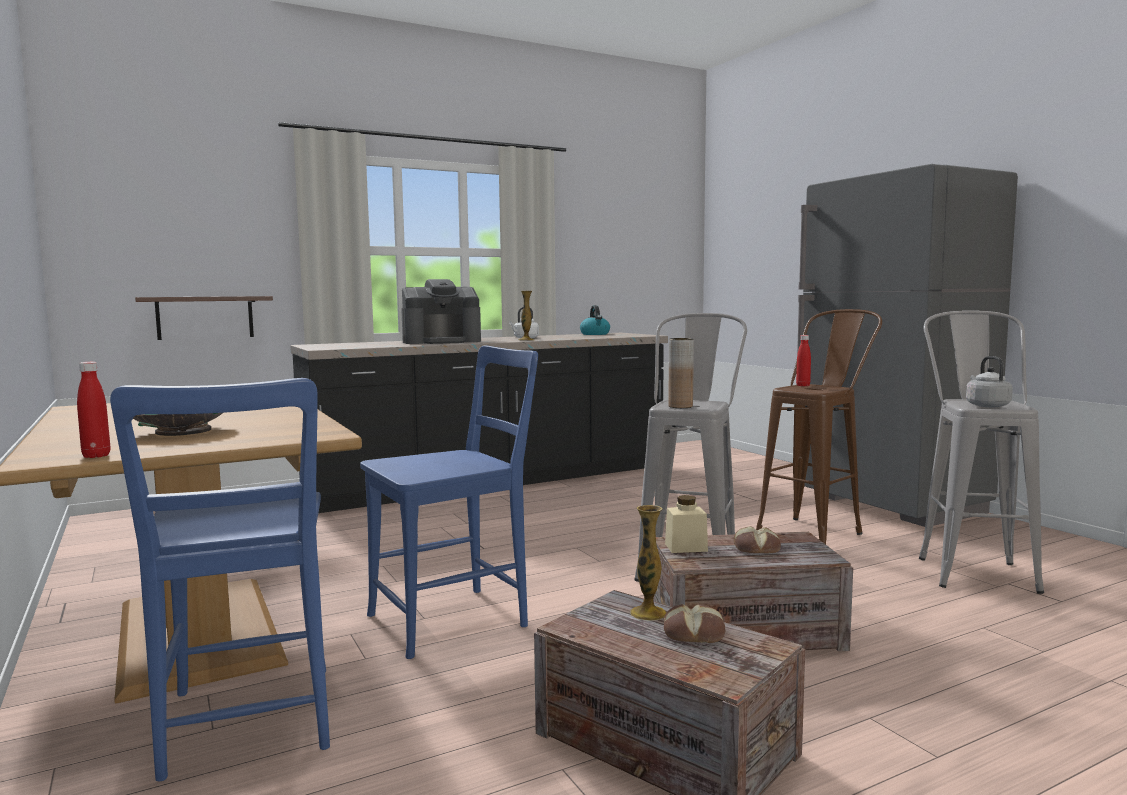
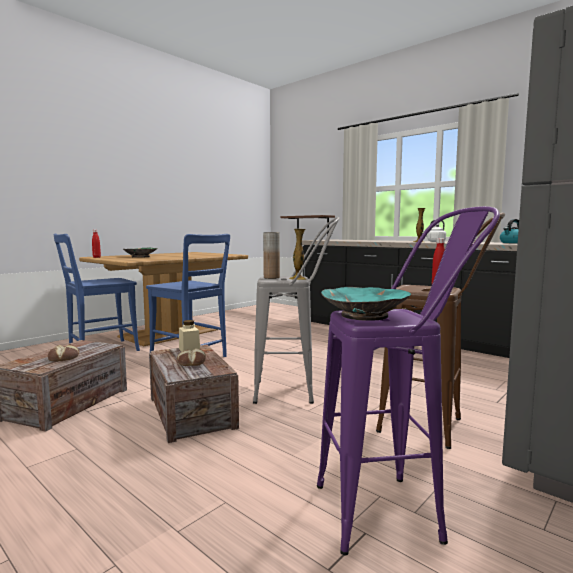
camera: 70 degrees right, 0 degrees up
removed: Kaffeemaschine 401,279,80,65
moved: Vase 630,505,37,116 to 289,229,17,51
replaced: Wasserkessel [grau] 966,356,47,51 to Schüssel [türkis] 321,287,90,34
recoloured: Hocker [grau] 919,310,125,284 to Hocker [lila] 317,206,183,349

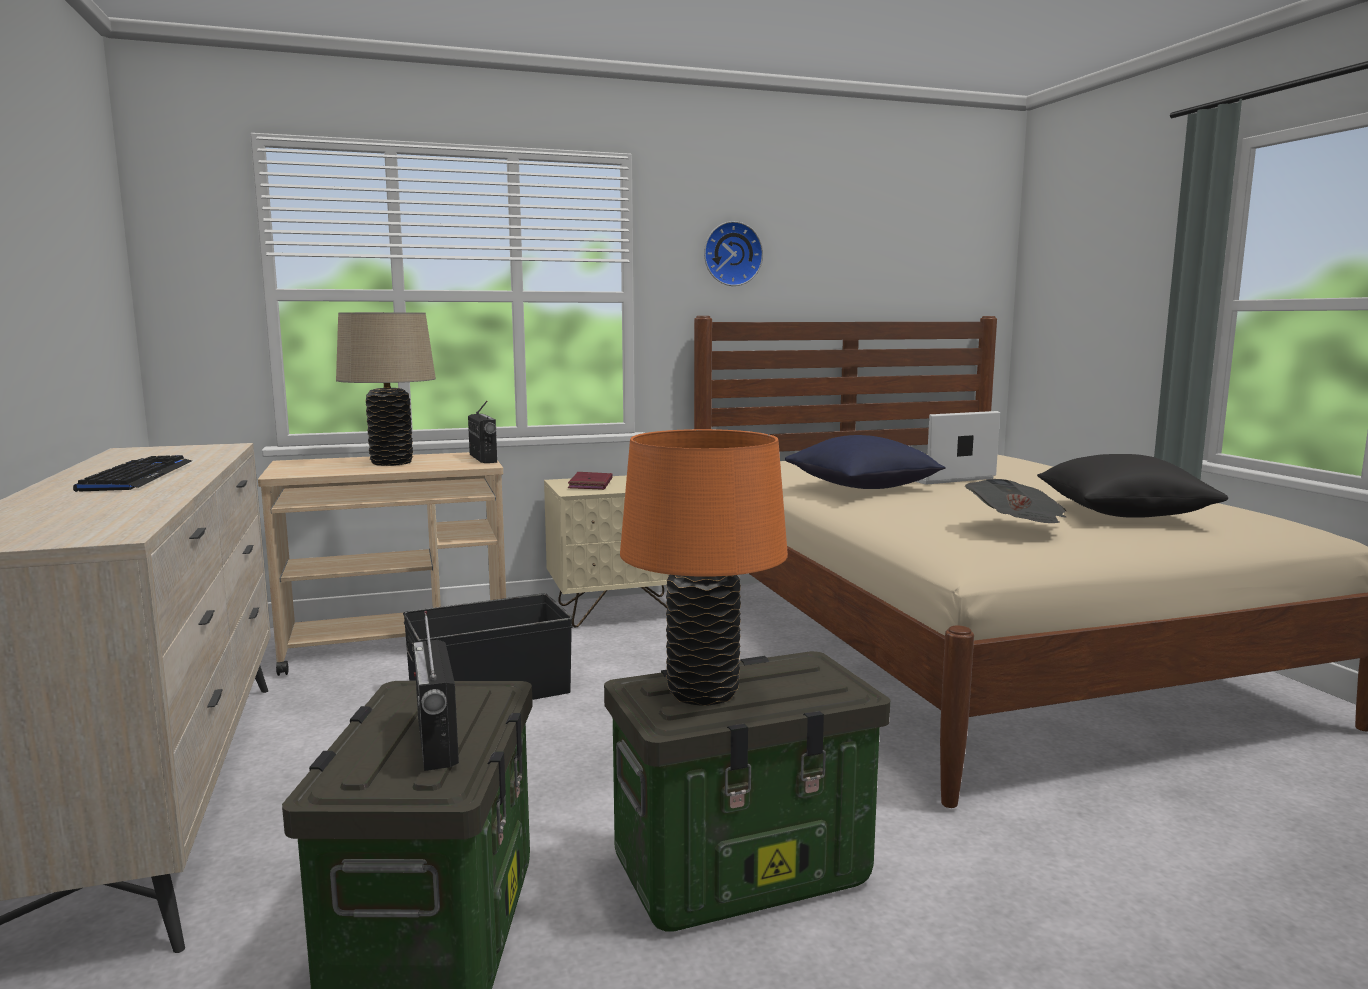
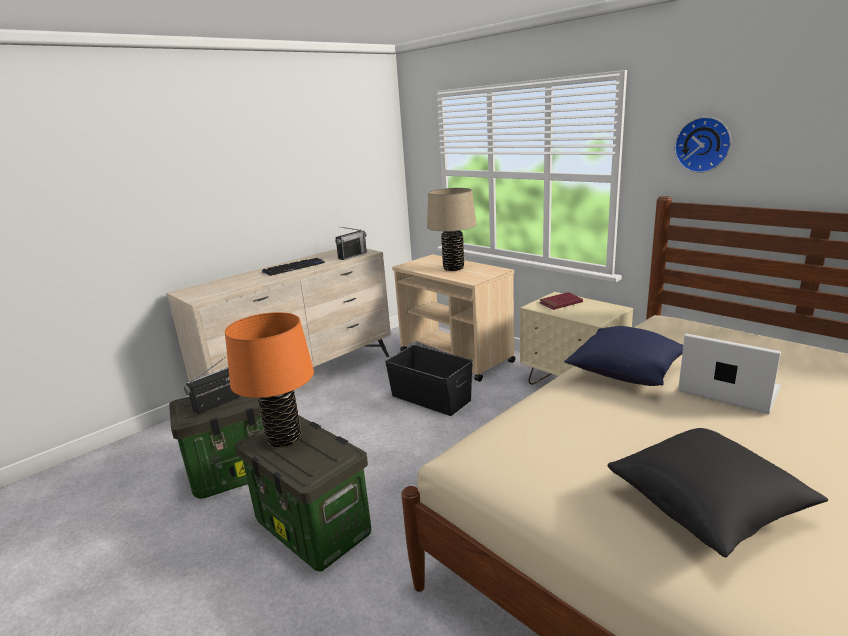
camera: 65 degrees right, 10 degrees up
removed: Zeitung 965,479,101,44
moved: Radio 468,401,29,62 to 335,227,32,33

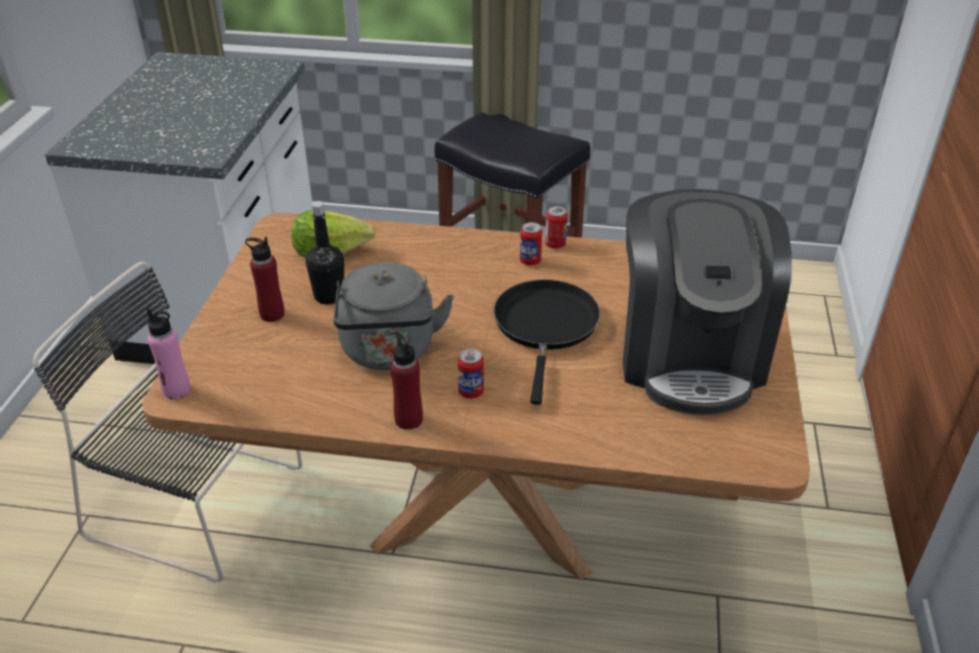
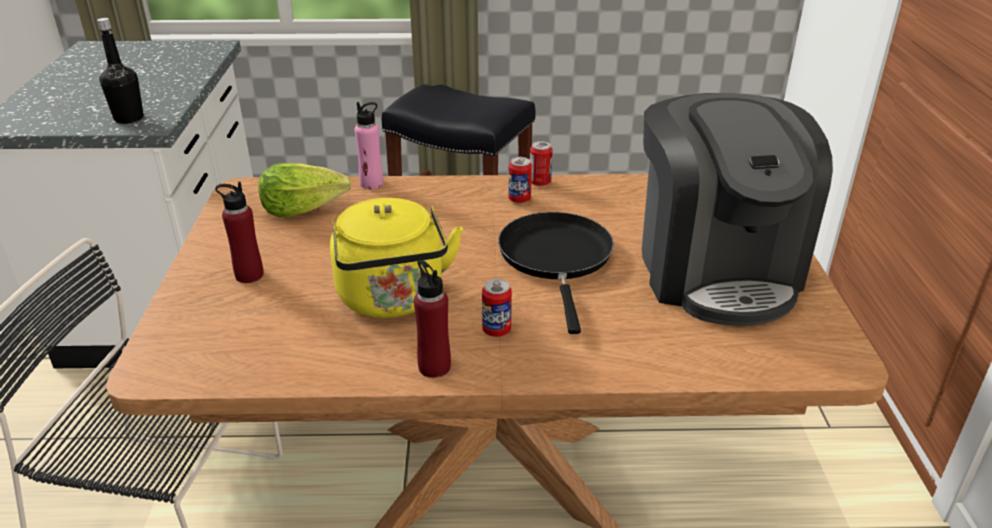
camera: 10 degrees left, 5 degrees down
moved: Flasche [rosa] 147,309,44,90 to 355,102,28,87; Flasche [schwarz] 306,201,38,103 to 97,18,47,106
recoloured: Wasserkessel [grau] 334,262,120,108 to Wasserkessel [gelb] 330,198,133,120

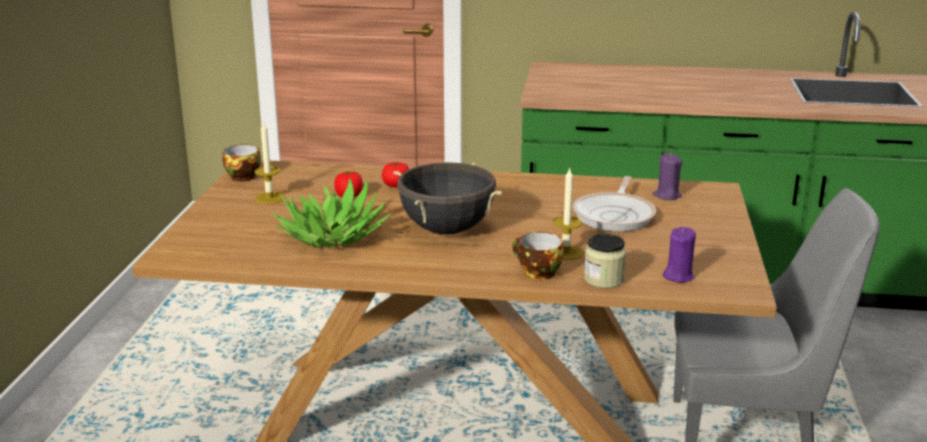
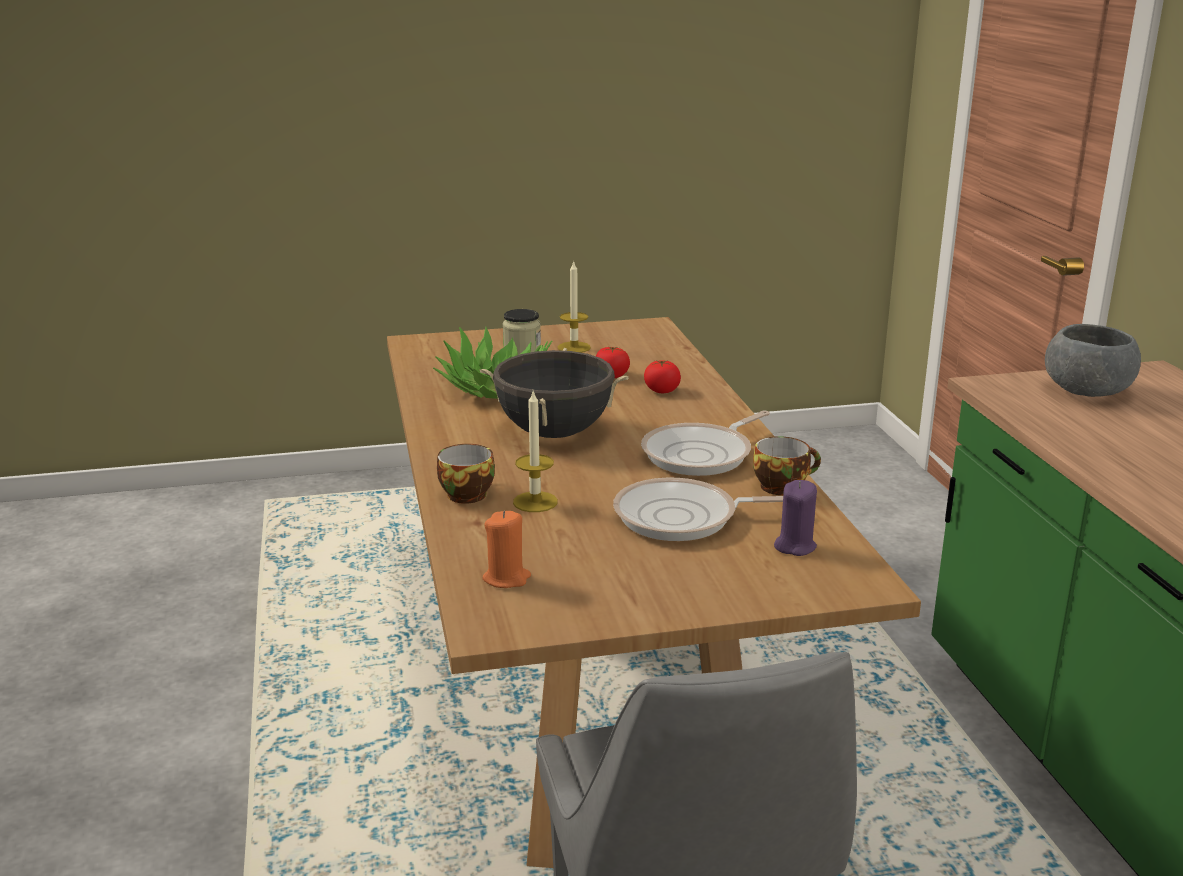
camera: 70 degrees right, 0 degrees up
added: Pfanne 641,411,129,65; Schüssel [grau] 1045,324,96,73
moved: Tasse 223,144,38,38 to 753,436,68,59; Vorratsglas 584,234,42,54 to 503,309,38,46
recoloured: Kerze [lila] 663,227,33,56 to Kerze [orange] 483,511,48,77

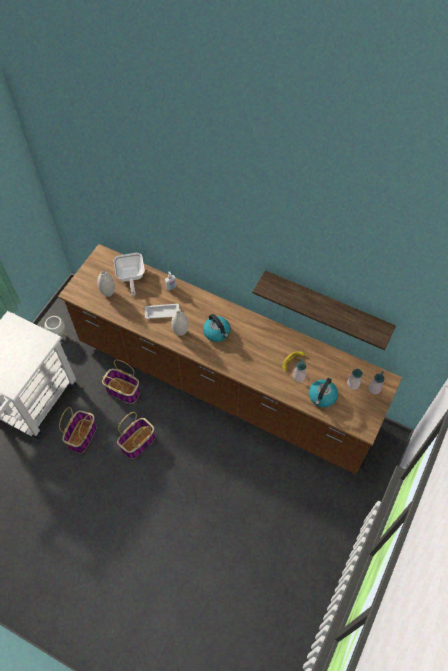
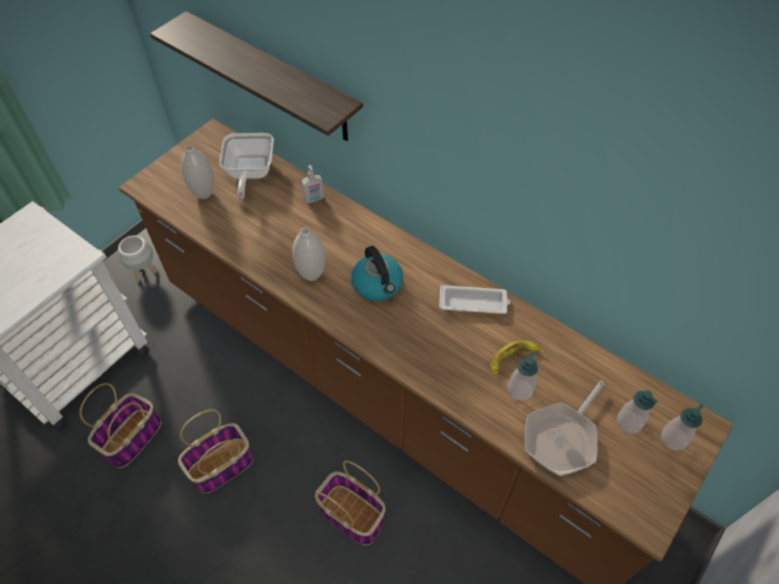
camera: 10 degrees right, 5 degrees down
moved: Korb 102,359,38,45 to 315,460,70,86; Tablett [weiß] 145,304,36,15 to 439,285,71,29; Wandregal 252,270,144,80 to 150,11,213,130
replaced: Wasserkessel 309,378,29,29 to Pfanne 525,381,80,95

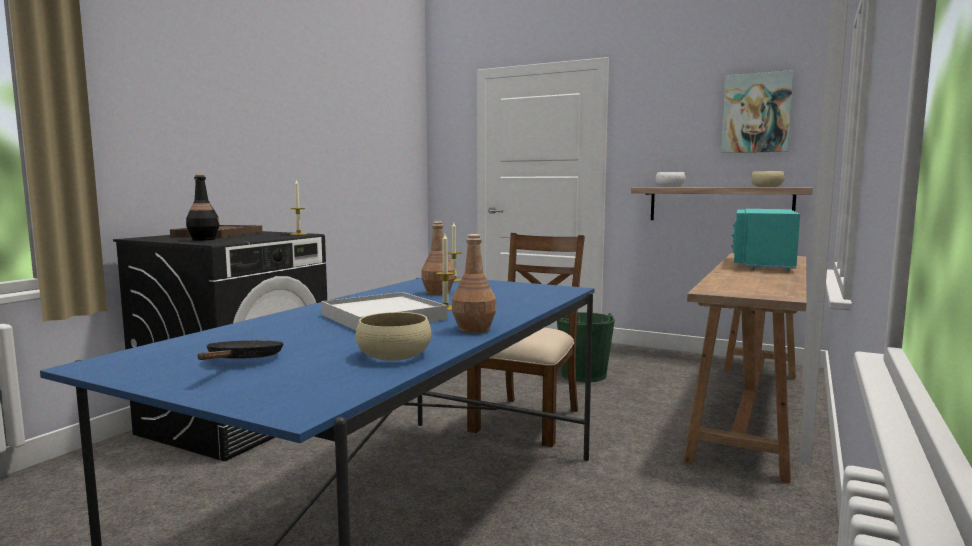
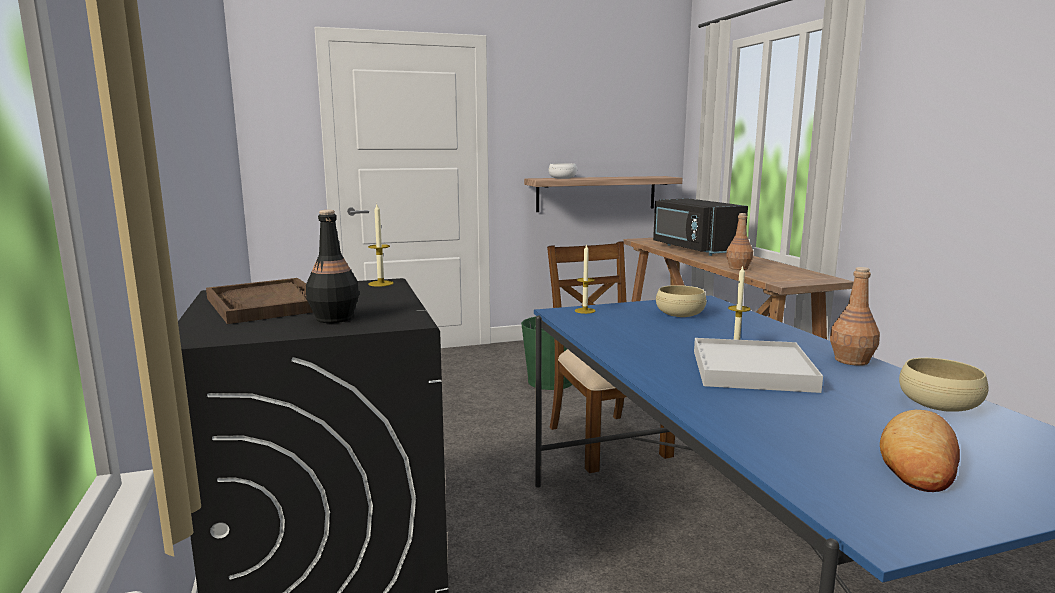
camera: 45 degrees left, 5 degrees up
removed: Bild 721,70,73,83
moved: Flasche [braun] 421,221,34,74 to 726,213,27,57; Schüssel [beige] 751,171,34,16 to 656,285,50,32
replaced: Pfanne [schwarz] 197,340,87,20 to Brot 880,410,80,82
recoloured: Mikrowelle [türkis] 731,209,69,62 to Mikrowelle [schwarz] 653,198,95,58

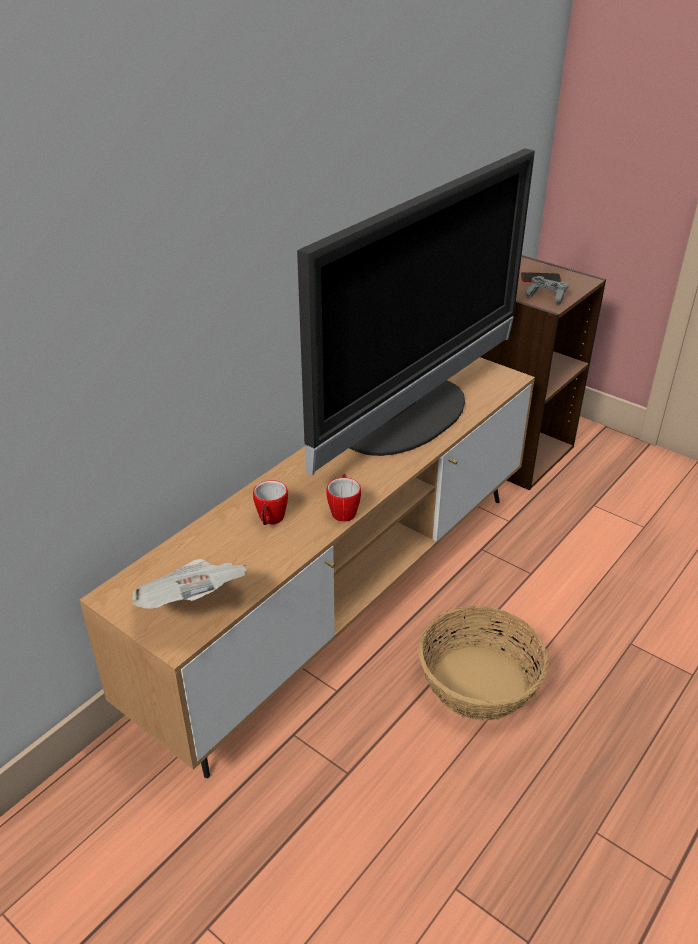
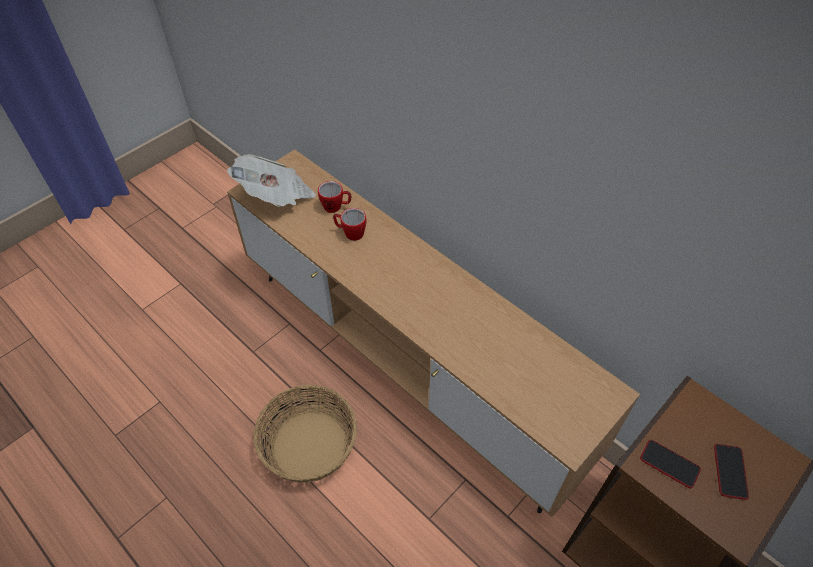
camera: 95 degrees right, 15 degrees up
removed: Fernseher 297,148,238,327
moved: Henkelbecher 326,474,35,48 to 318,181,33,32
replaced: Gamepad [grau] 525,276,44,29 to Handy 640,440,61,48

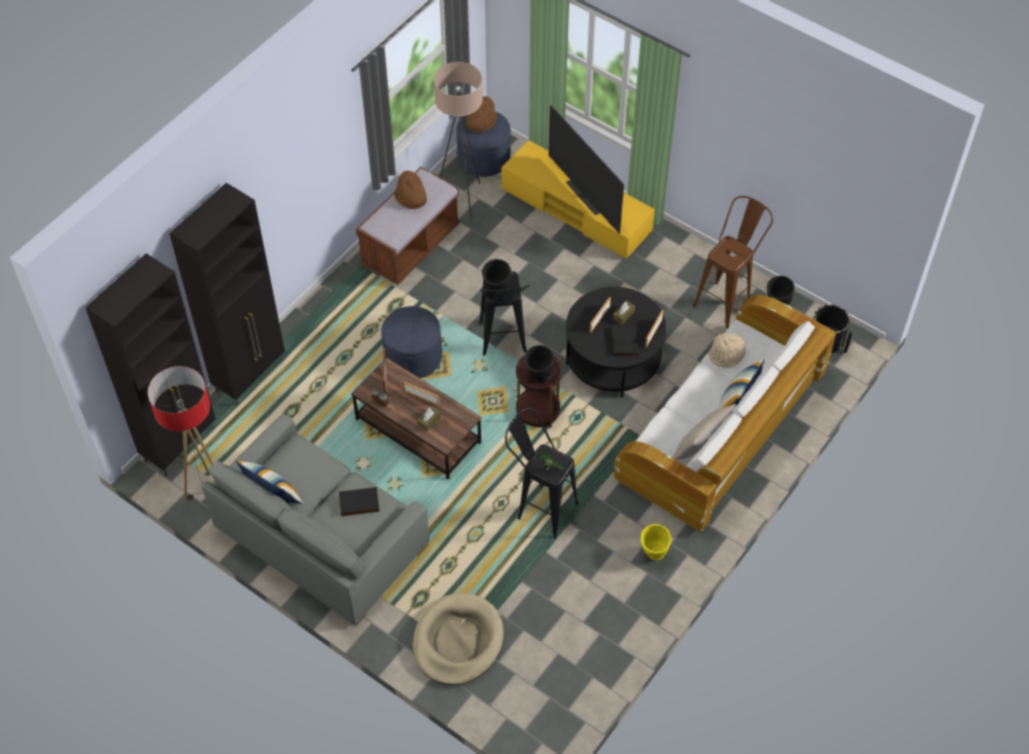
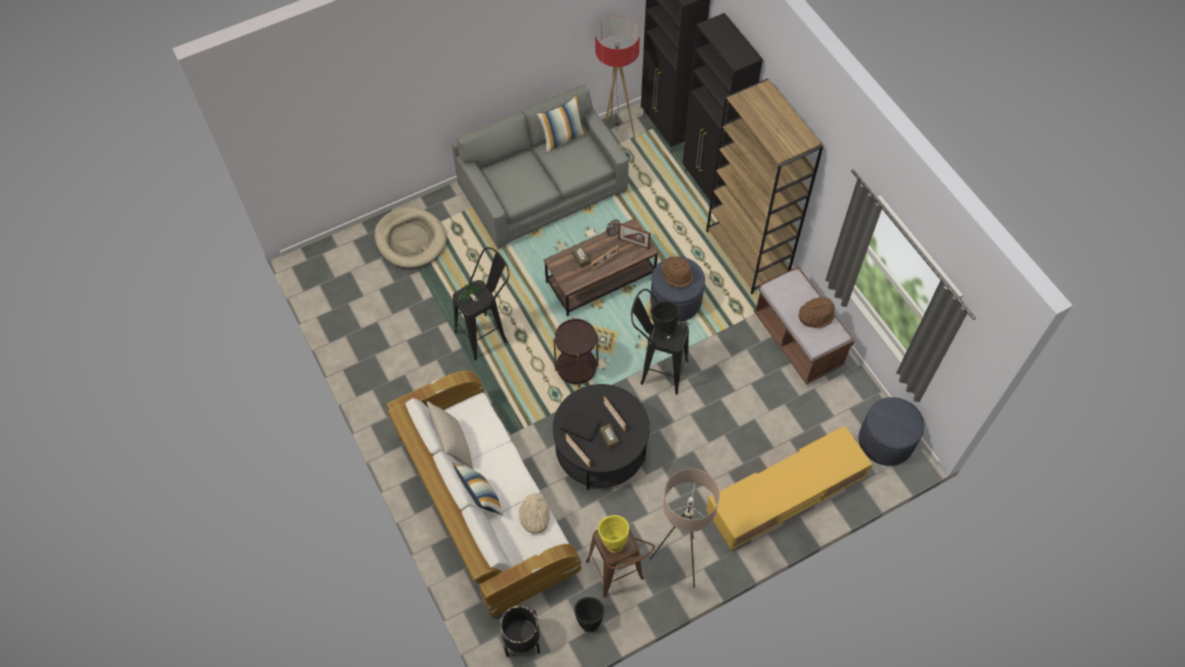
camera: 115 degrees right, 5 degrees up
removed: Buch [schwarz] 339,487,41,29; Vase [schwarz] 524,345,30,38; Fernseher 549,105,75,128
added: Bücherregal [braun] 706,78,117,216
moved: Stehlampe [beige] 434,62,49,158 to 650,469,70,119; Hut [braun] 466,96,31,37 to 662,256,31,32; Vase [gelb] 640,524,31,36 to 598,515,31,38

